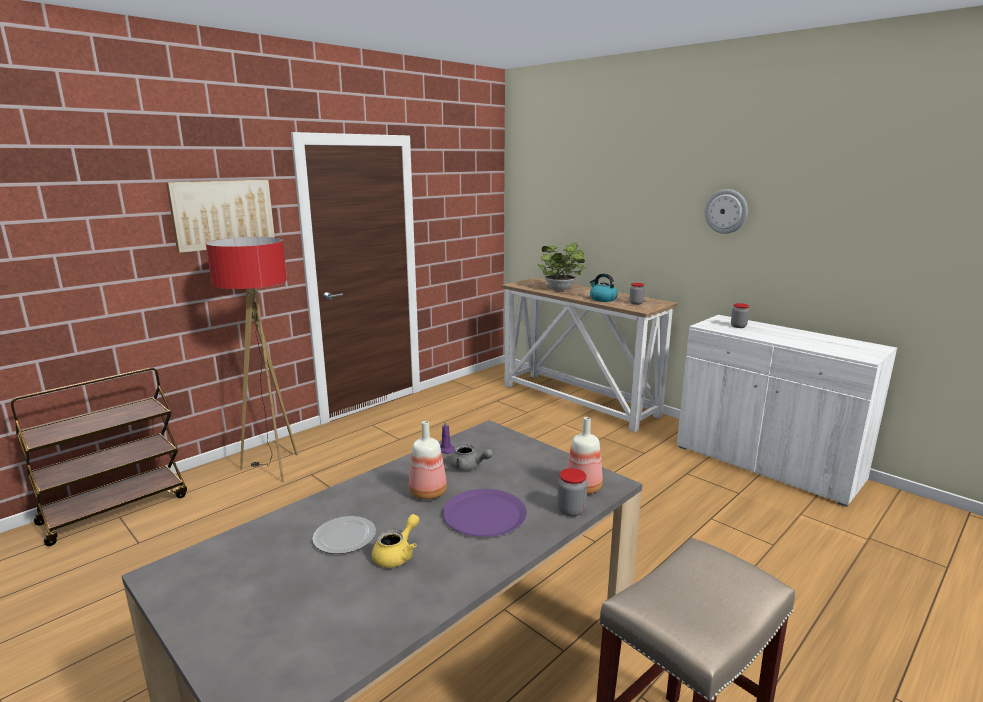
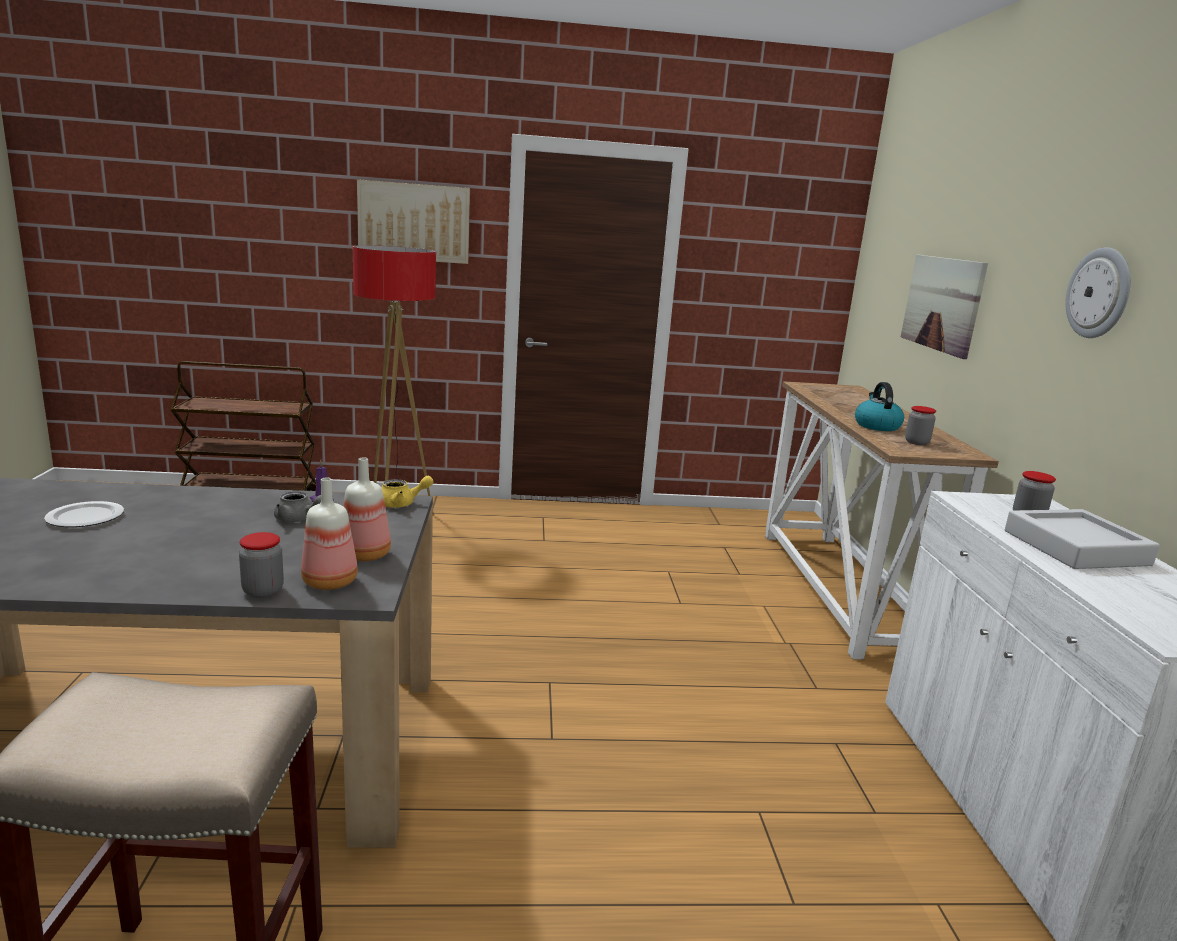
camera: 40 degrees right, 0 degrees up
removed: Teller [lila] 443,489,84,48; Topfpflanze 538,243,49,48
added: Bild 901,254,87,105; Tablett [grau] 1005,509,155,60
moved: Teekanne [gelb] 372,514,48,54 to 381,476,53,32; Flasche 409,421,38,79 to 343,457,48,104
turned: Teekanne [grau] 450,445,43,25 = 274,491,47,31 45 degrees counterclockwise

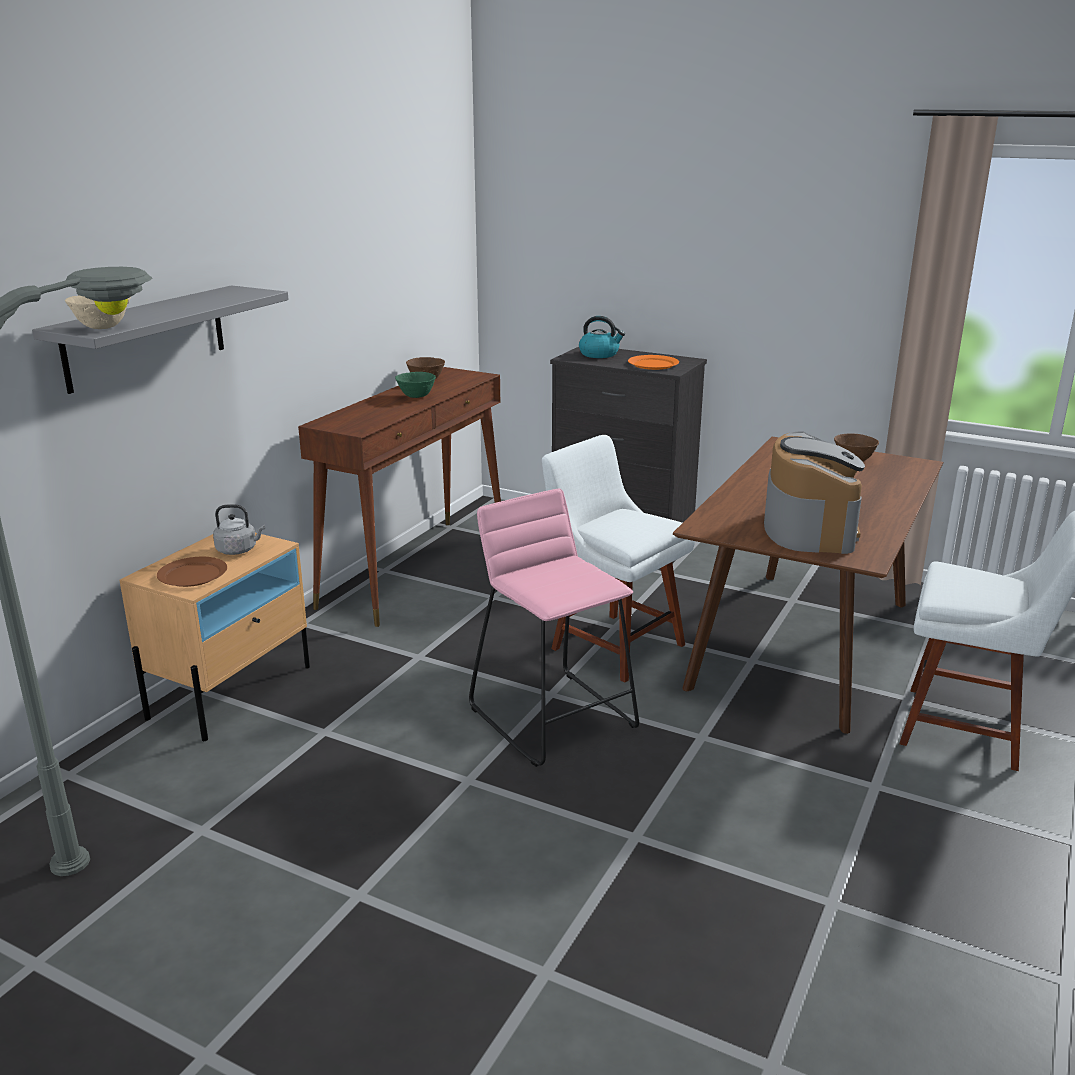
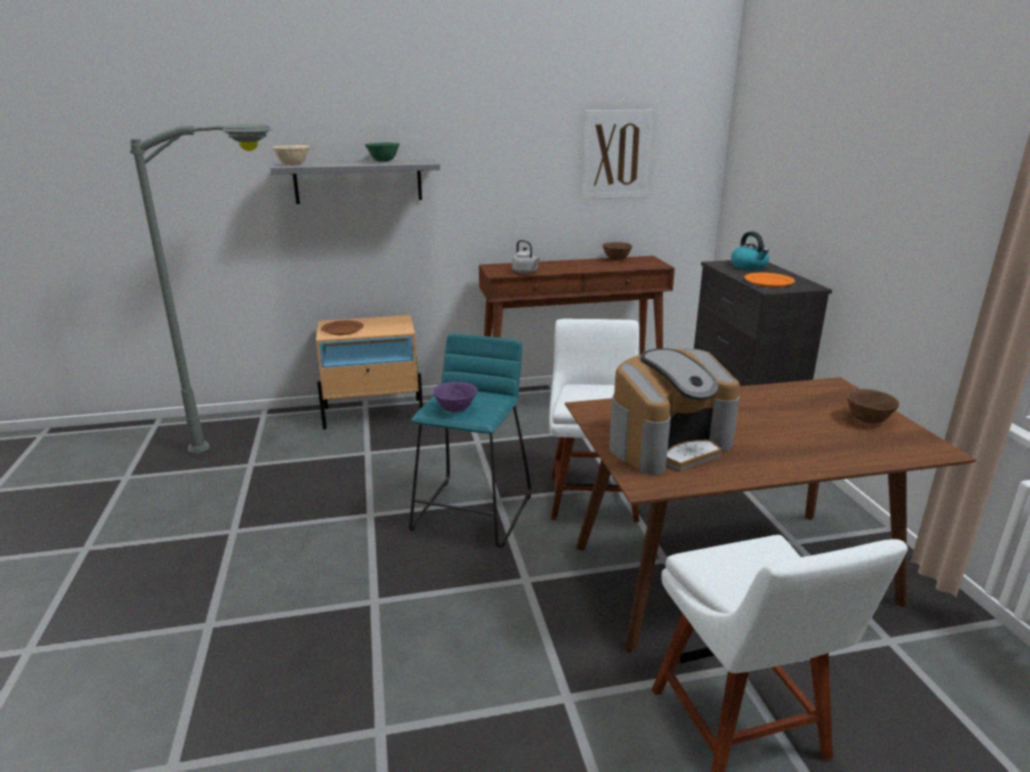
camera: 50 degrees right, 0 degrees up
added: Schüssel [lila] 433,382,45,31; Bild 581,110,72,89
moved: Wasserkessel [grau] 213,504,52,51 to 512,240,28,34; Schüssel [grün] 395,372,41,26 to 365,142,35,20
recoloured: Hocker [rosa] 469,488,170,279 to Hocker [türkis] 409,333,122,215

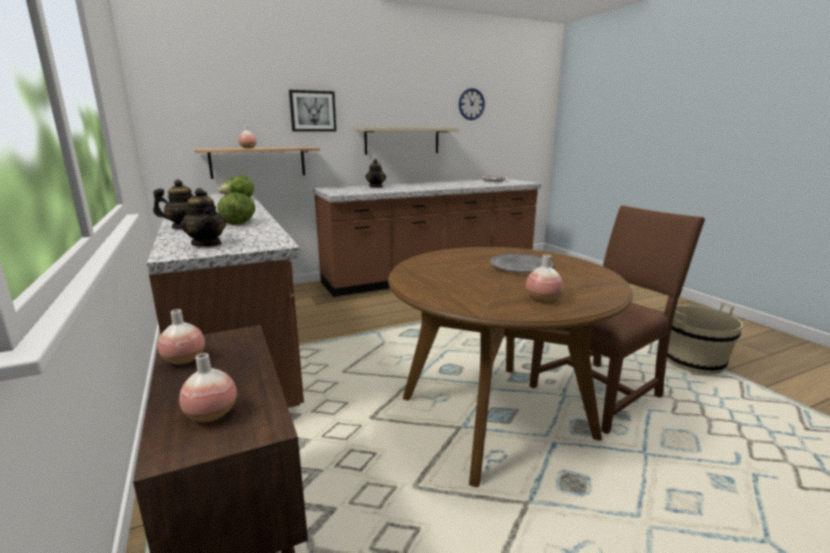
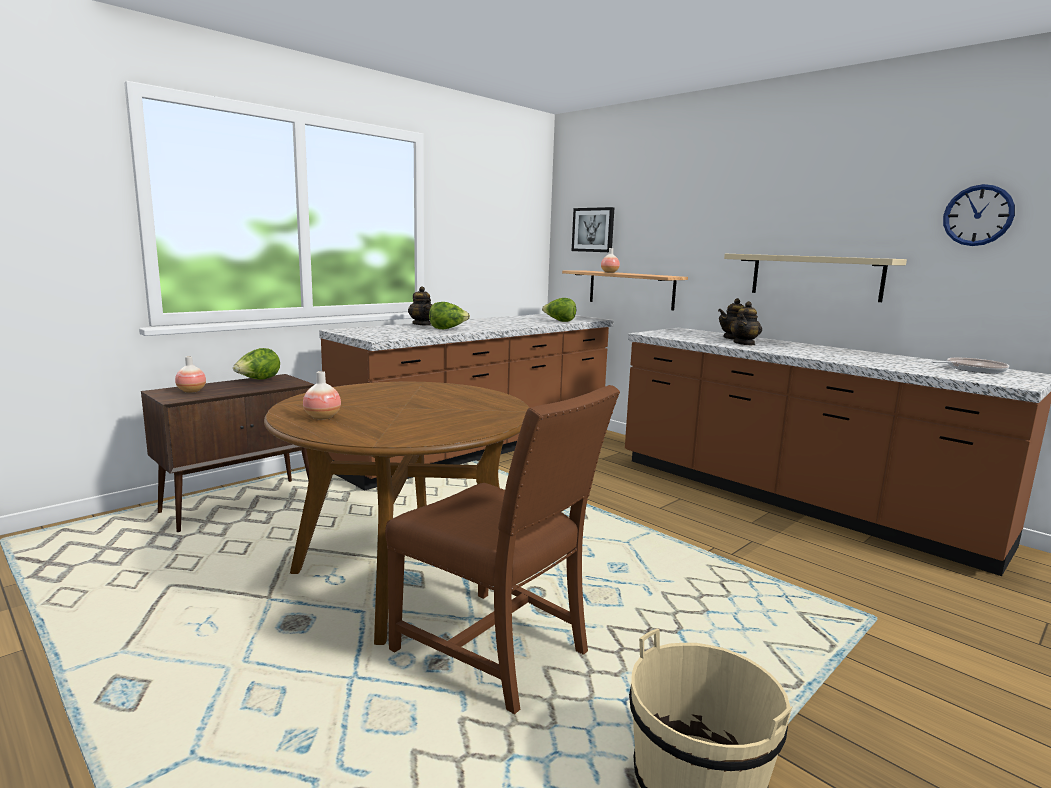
camera: 70 degrees right, 5 degrees down
removed: Teller [grau] 490,254,63,19
moved: Teekanne 180,188,46,59 to 730,301,32,45; Bild 289,90,47,42 to 572,207,42,45
replaced: Vase 158,309,47,56 to Salatkopf 233,348,47,32

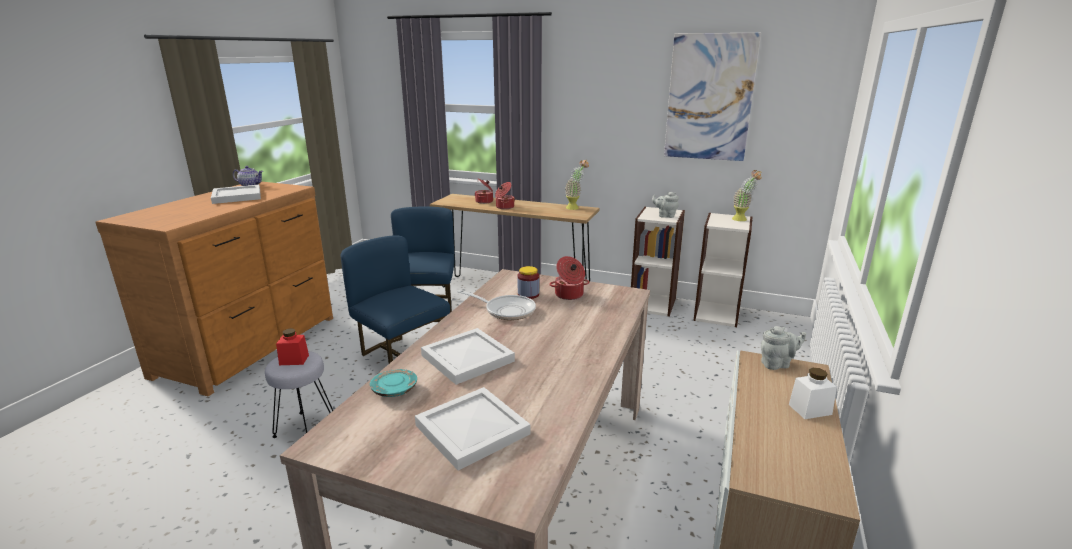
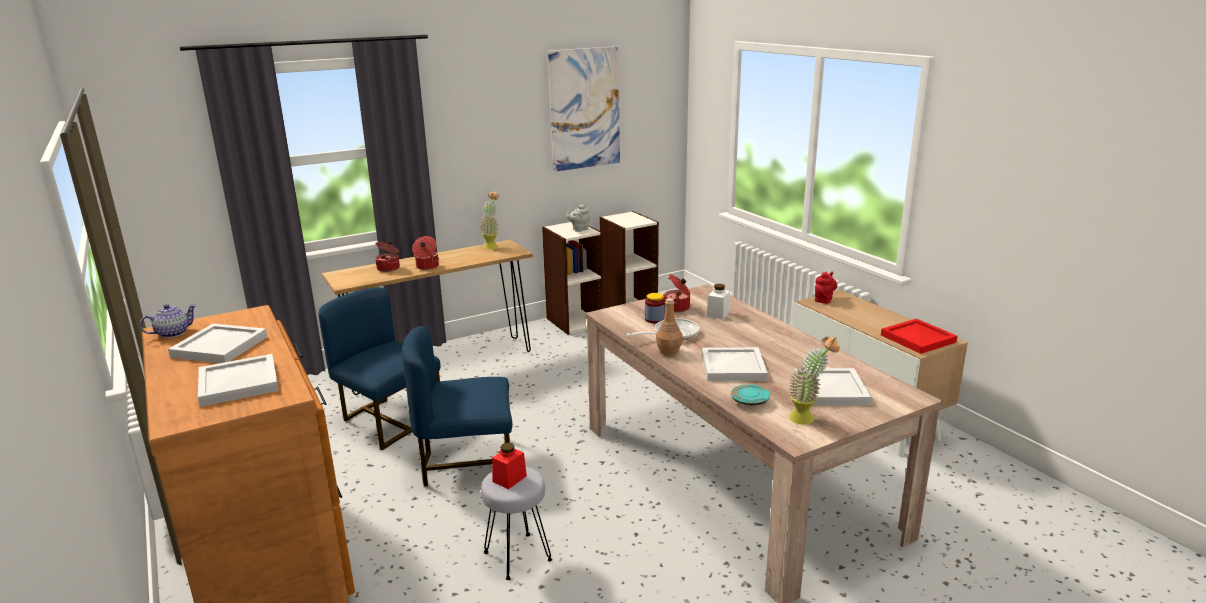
camera: 50 degrees left, 0 degrees up
added: Tablett [weiß] 198,354,81,53; Flasche [braun] 656,298,27,58; Tablett [rot] 881,319,77,35
moved: Topfpflanze 732,170,30,51 to 789,336,51,89; Vorratsglas [weiß] 789,368,48,51 to 707,284,23,35
recoloured: Teekanne [grau] 761,326,45,44 to Teekanne [rot] 815,271,22,33

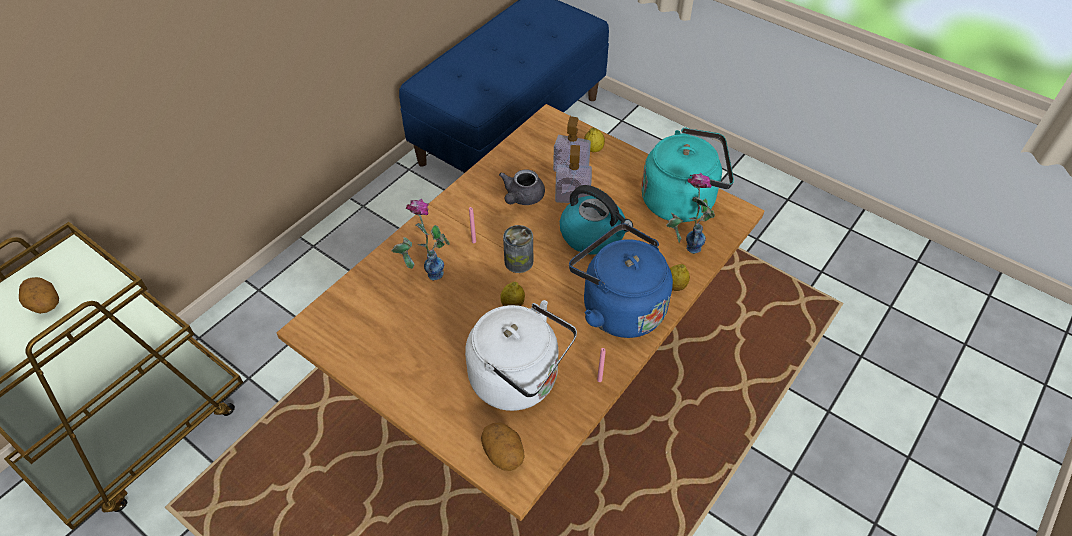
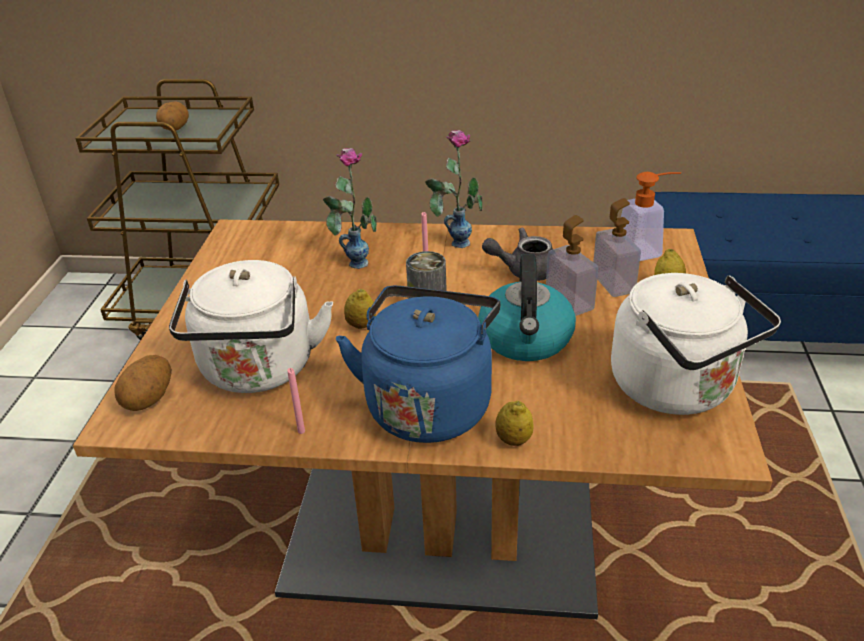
camera: 60 degrees right, 15 degrees down
added: Seifenspender 621,172,60,89
moved: Vase 667,173,48,81 to 425,130,58,118
recoloured: Wasserkessel [türkis] 641,128,93,94 to Wasserkessel [weiß] 611,273,170,142

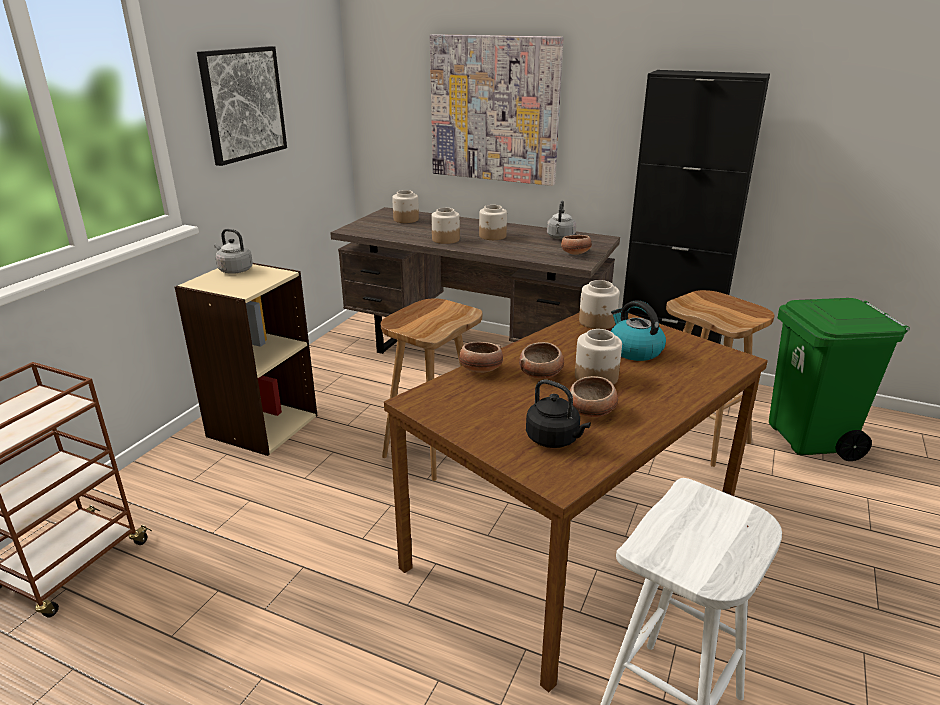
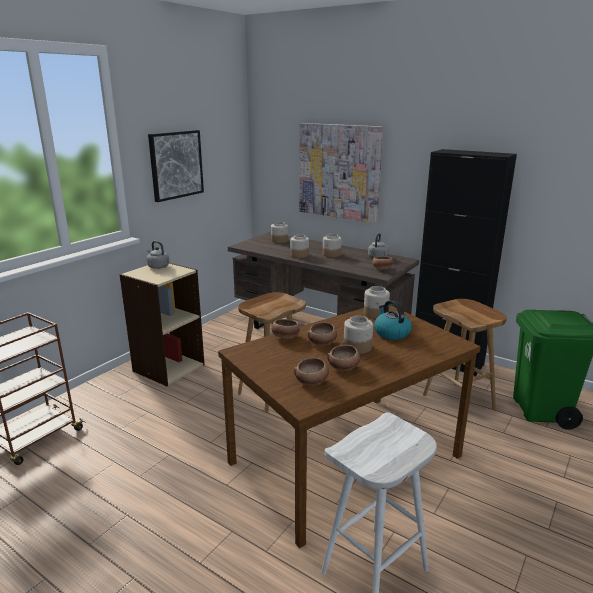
camera: 10 degrees right, 5 degrees down
replaced: Wasserkessel [schwarz] 526,379,65,69 to Schüssel 294,358,35,27

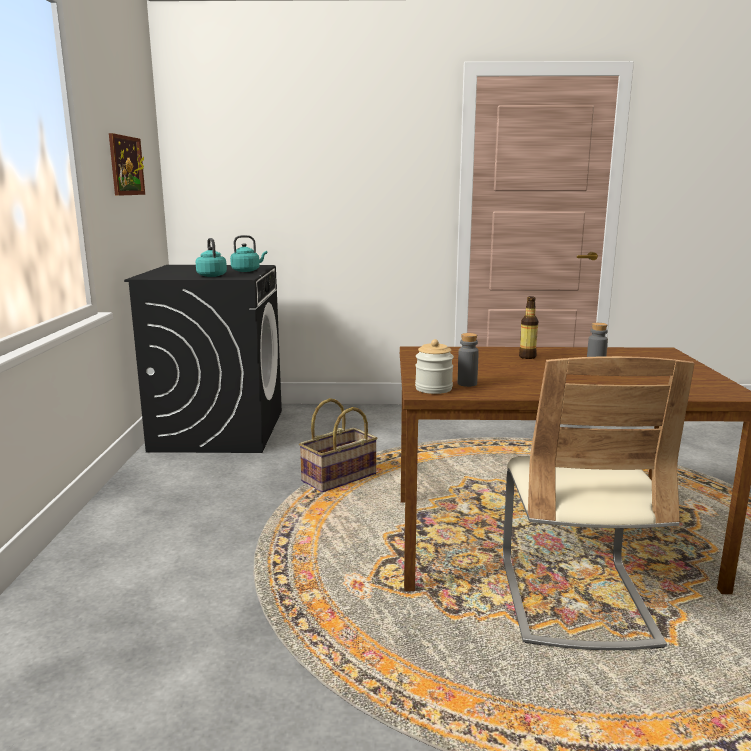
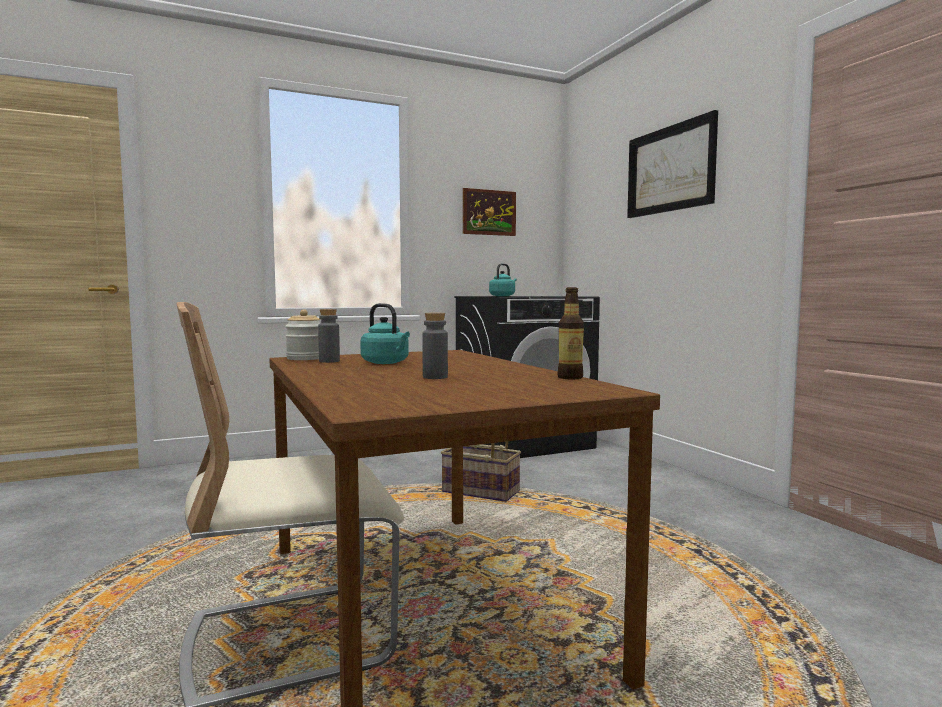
camera: 65 degrees right, 10 degrees down
added: Bild 627,110,91,108
moved: Wasserkessel [türkis] 230,235,37,37 to 360,303,50,61; Flasche 519,296,19,63 to 558,287,26,92

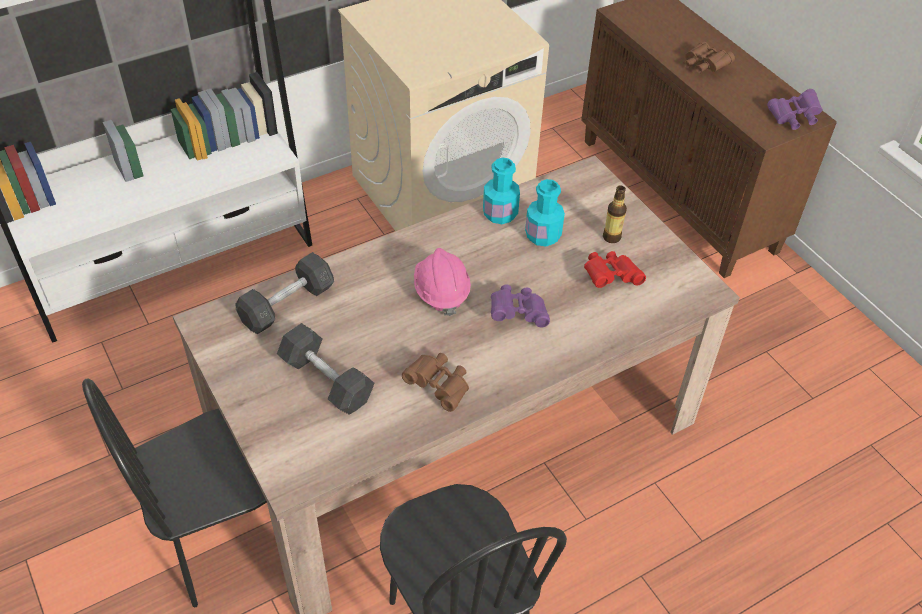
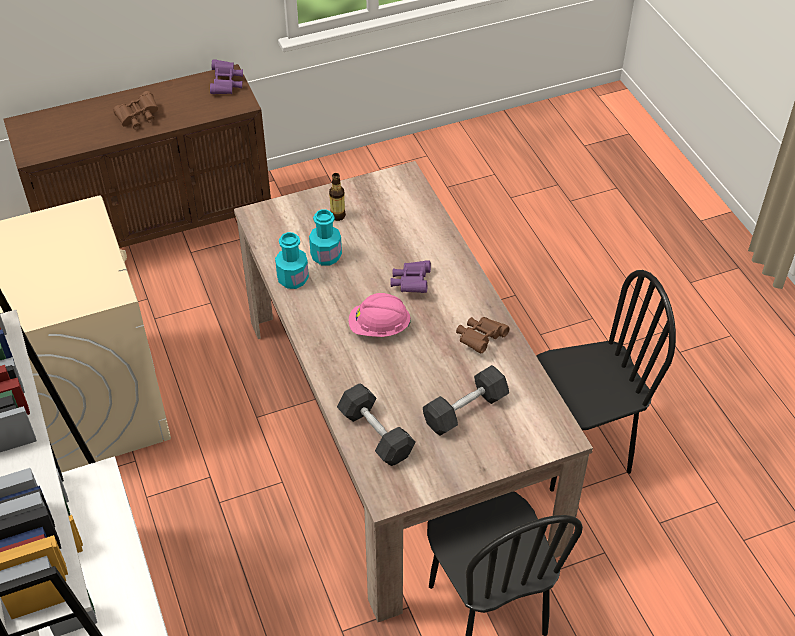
camera: 80 degrees left, 0 degrees up
removed: Fernglas [rot] 584,251,62,37

